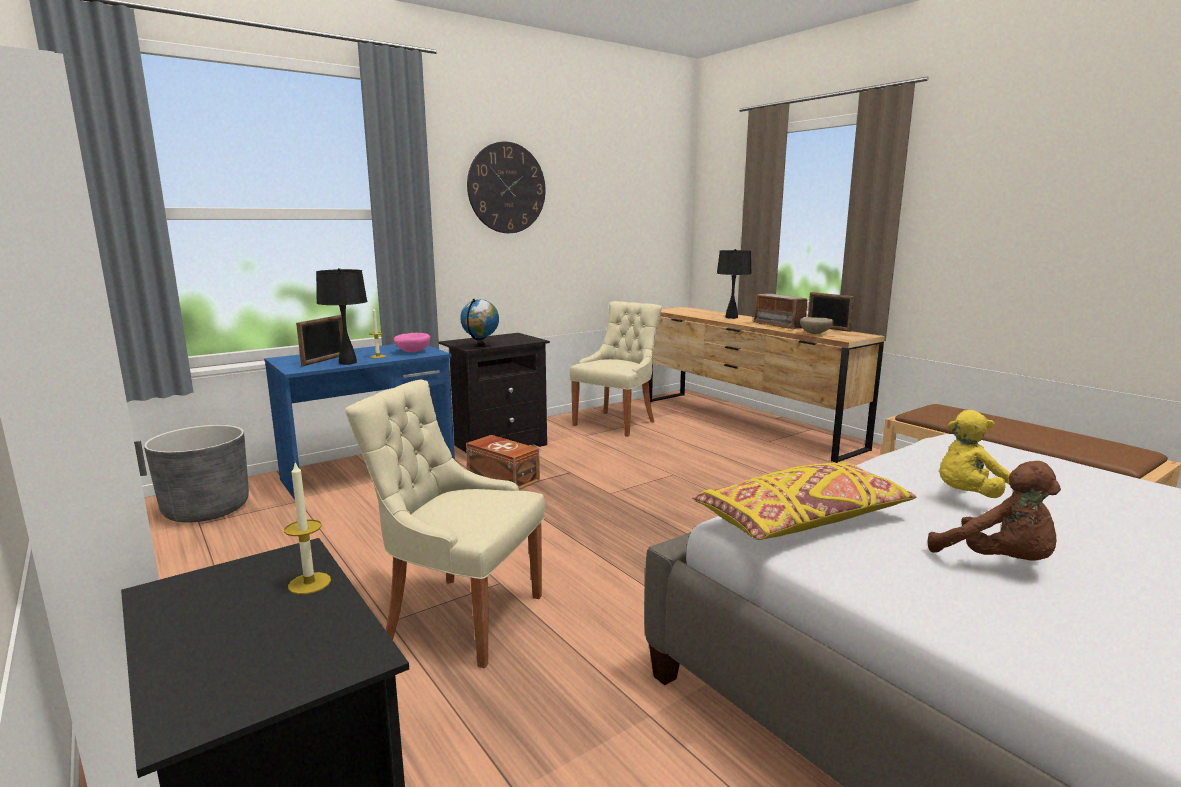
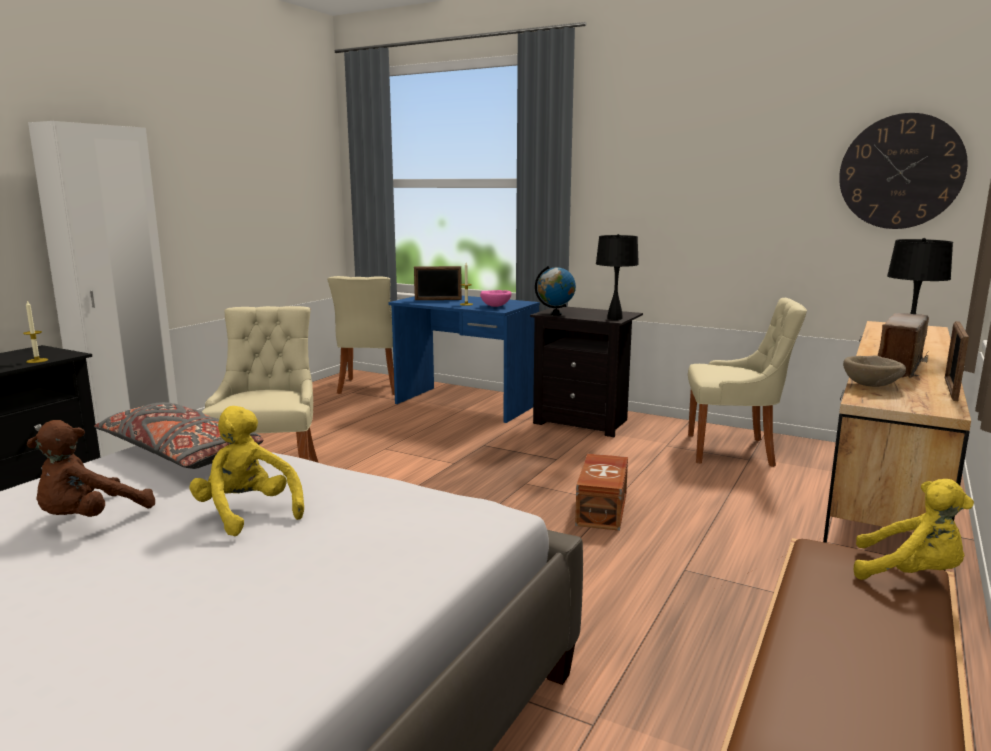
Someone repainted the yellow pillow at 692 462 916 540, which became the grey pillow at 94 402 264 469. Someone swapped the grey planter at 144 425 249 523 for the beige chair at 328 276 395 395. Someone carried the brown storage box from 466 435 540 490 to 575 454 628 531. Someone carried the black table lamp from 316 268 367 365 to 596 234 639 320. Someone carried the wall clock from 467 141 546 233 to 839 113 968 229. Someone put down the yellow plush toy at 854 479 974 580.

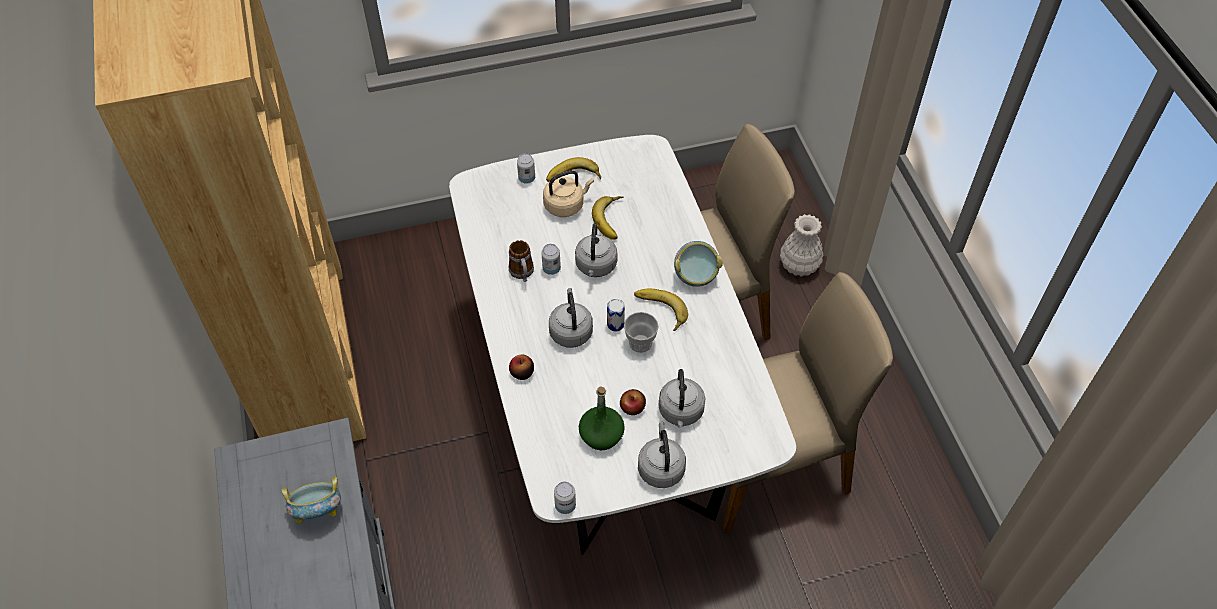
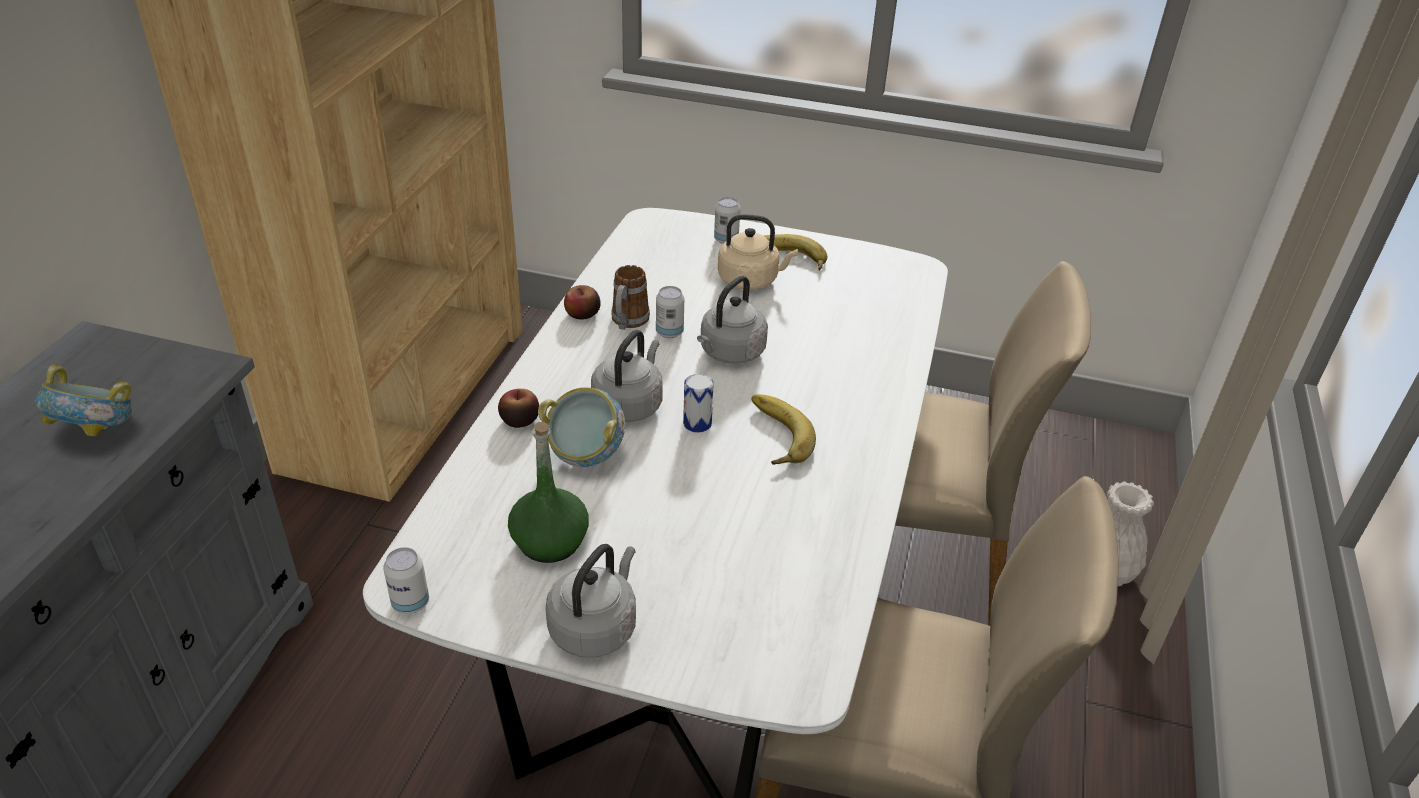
Someone carried the bowl from 674 241 723 287 to 538 387 625 467. Someone carried the apple from 620 389 646 415 to 564 285 601 320. Someone took away the banana at 592 196 623 240. Someone took away the cup at 624 312 659 353. Someone took away the grey kettle at 658 369 705 428.

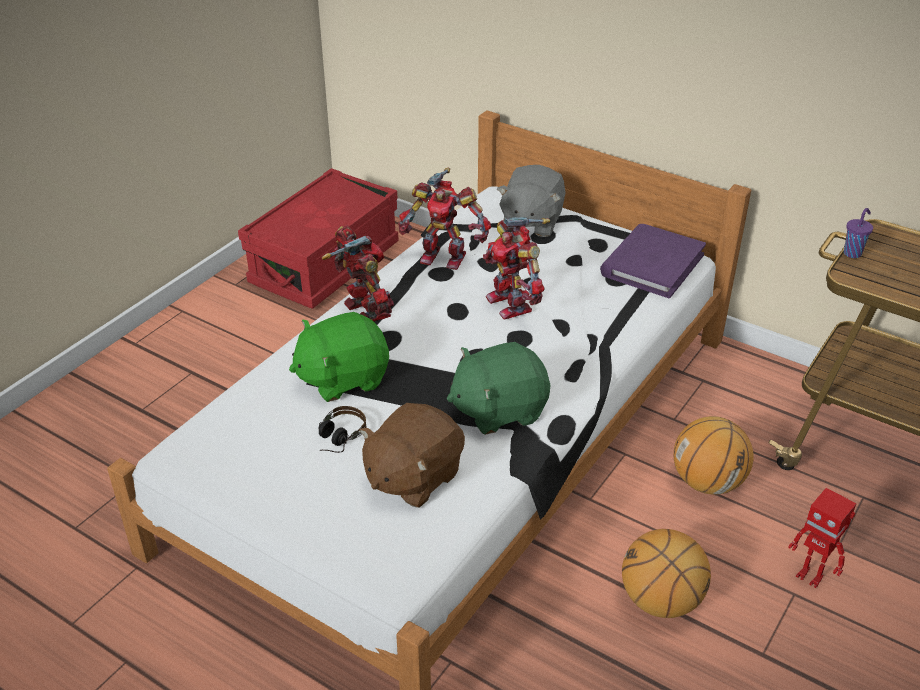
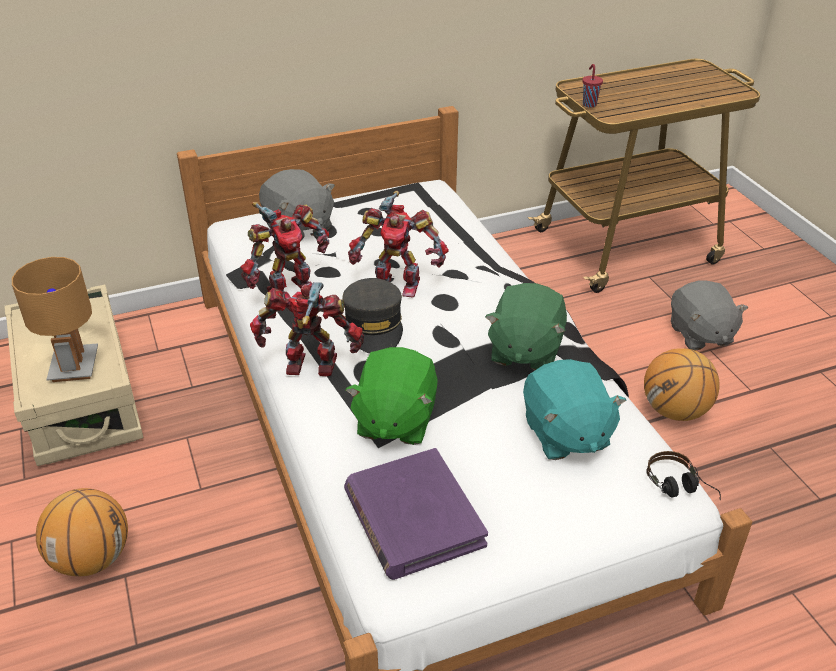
Someone repainted the red storage box at 238 168 398 309, which became the beige storage box at 4 284 143 466. Someone put down the brown table lamp at 12 257 98 382. Someone carried the basketball from 674 416 753 495 to 36 488 128 577. Someone put down the grey cap at 342 278 403 354. Someone carried the purple book from 600 224 706 298 to 344 448 488 580. Someone repainted the brown plush toy at 359 403 465 508, which became the turquoise plush toy at 523 359 626 460. Someone repainted the purple cup at 844 208 873 258, which became the red cup at 582 64 603 107. Someone carried the headphones from 319 406 367 453 to 646 451 721 500. Someone swapped the toy robot at 788 488 856 588 for the grey plush toy at 671 281 748 350.

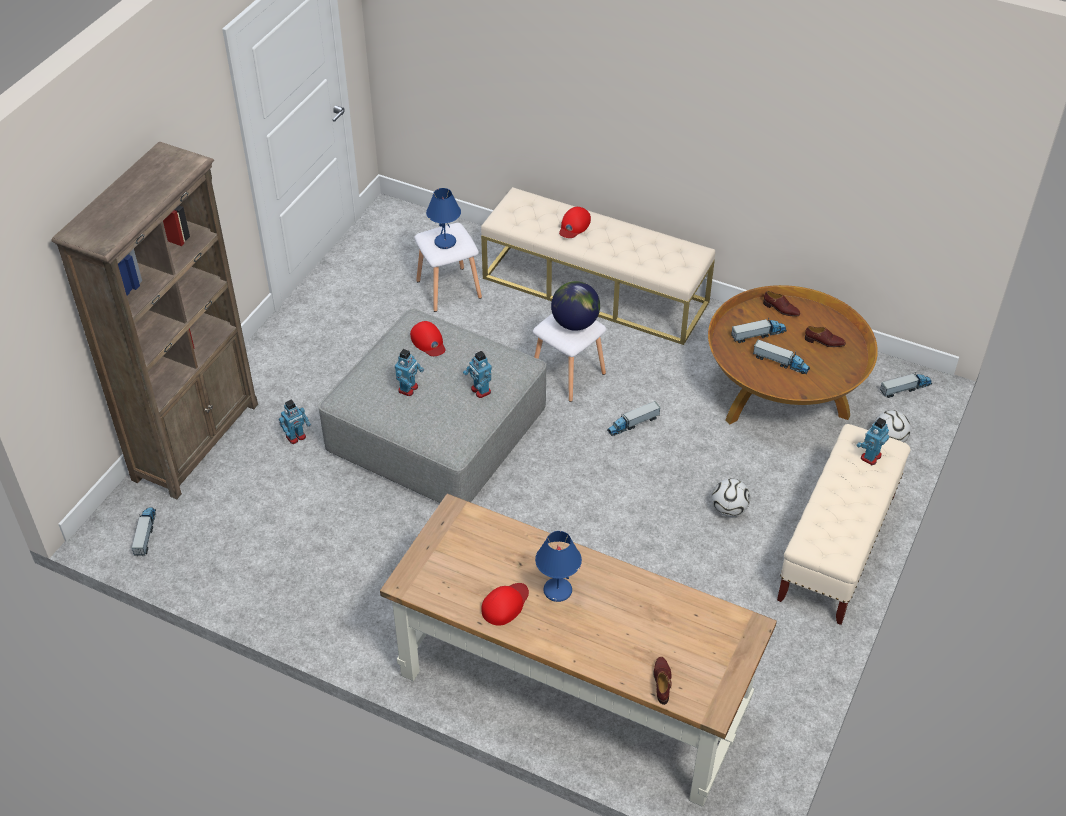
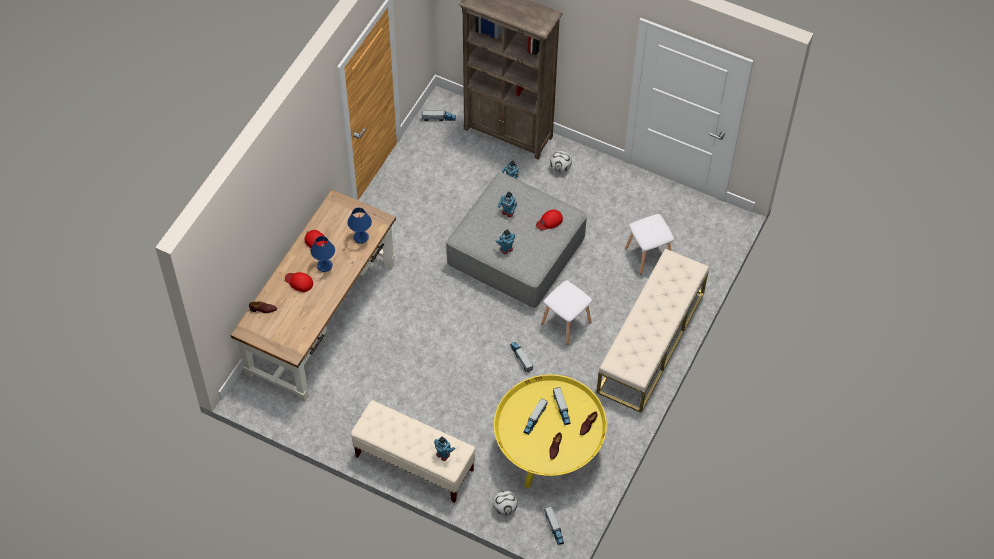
Someone carried the red cap from 559 207 591 238 to 285 272 313 292. Someone carried the blue table lamp from 426 188 461 249 to 347 208 372 244. Someone repainted the brown coffee table at 708 285 878 424, which became the yellow coffee table at 494 374 607 488. Someone carried the football from 712 478 750 517 to 550 150 572 173. Someone took away the globe at 551 281 600 331.

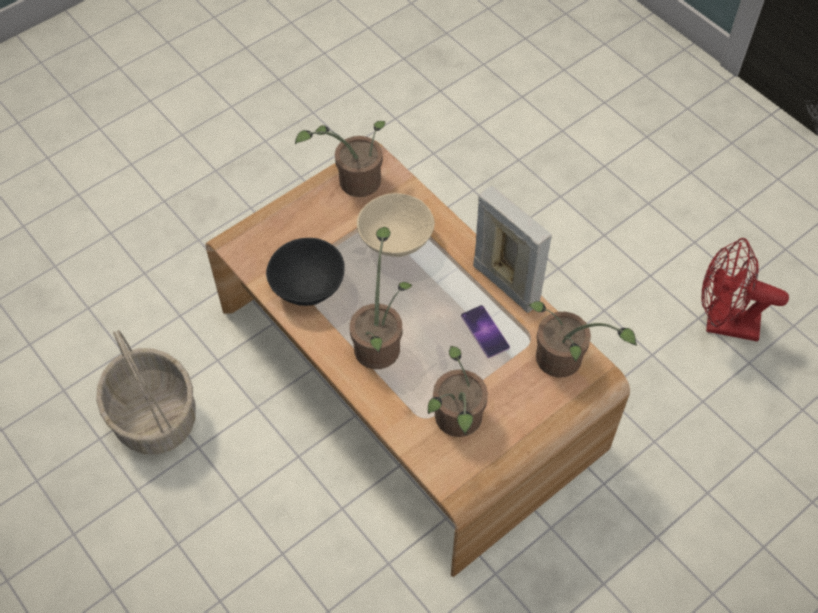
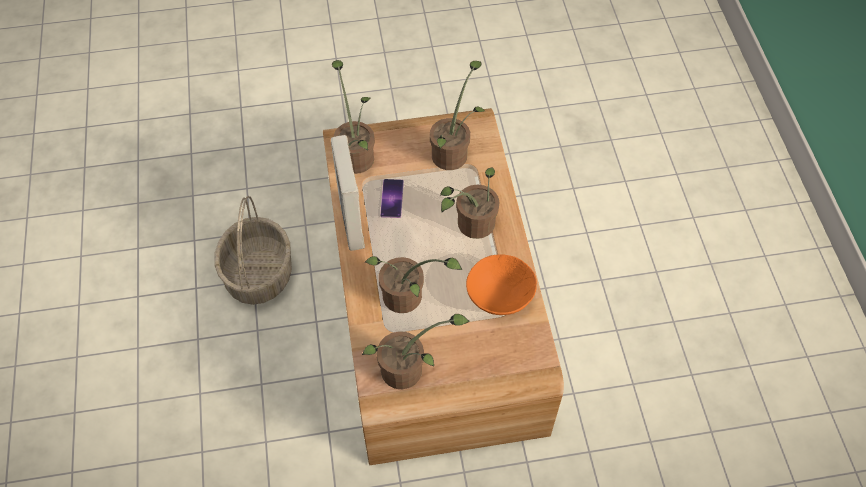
Someone carried the basket from 96 330 196 454 to 214 196 292 305. Someone swapped the beige bowl at 357 193 435 257 for the potted plant at 365 256 462 313. Someone repainted the black bowl at 266 238 345 306, which became the orange bowl at 466 255 537 315. Someone took away the red fan at 701 238 789 341.

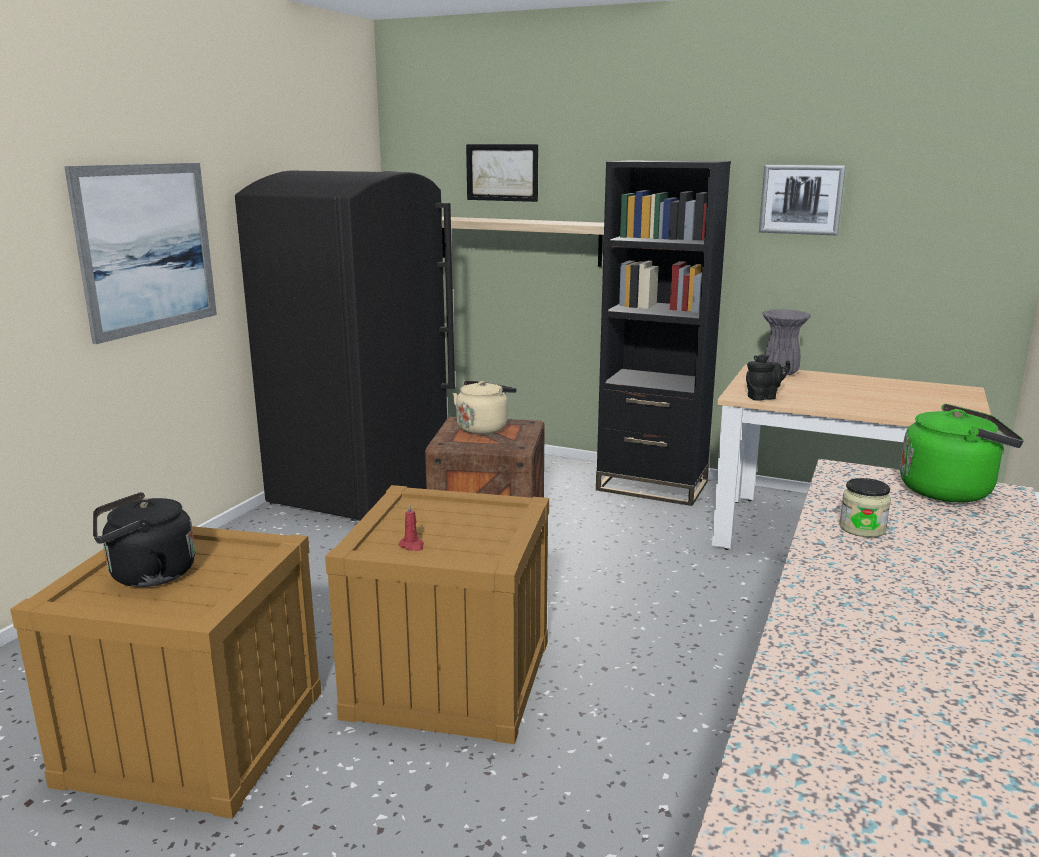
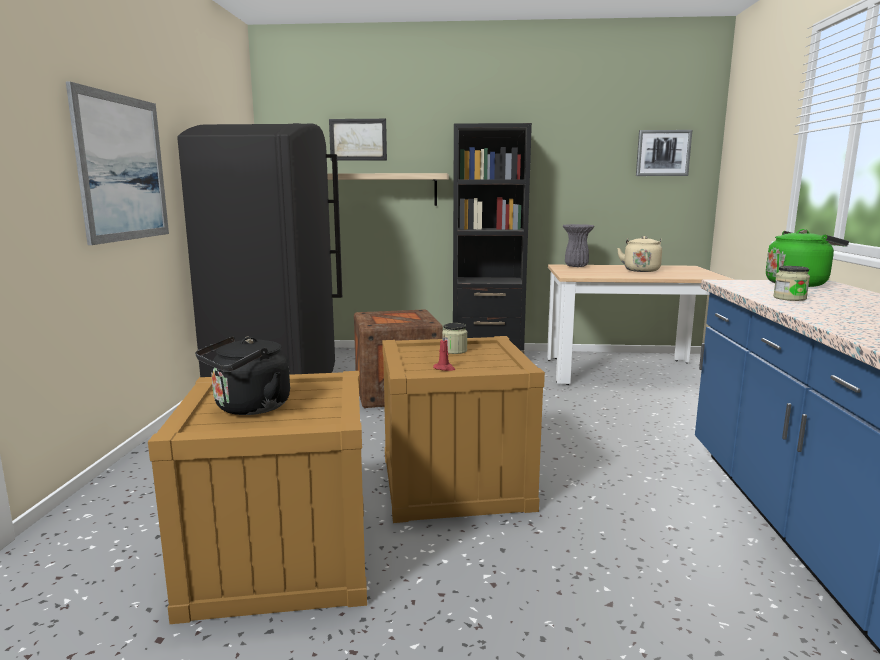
Someone put down the jar at 442 323 467 354. Someone carried the beige kettle from 452 381 517 434 to 617 236 662 272. Someone carried the picture from 759 165 846 235 to 636 130 692 176. Someone took away the black teapot at 746 354 790 400.

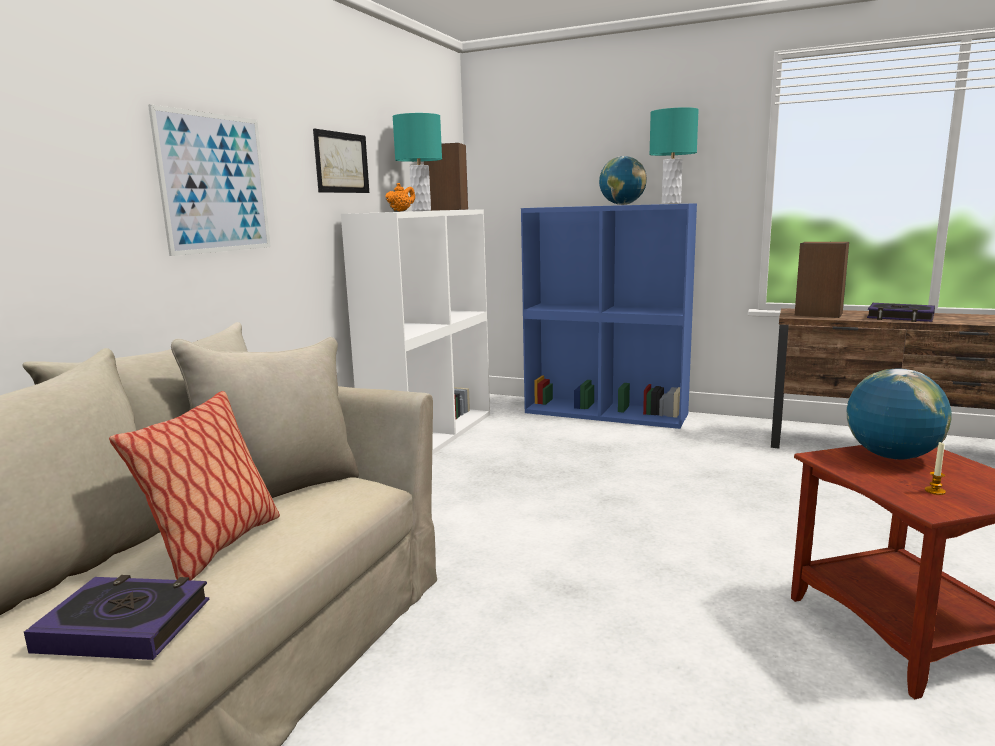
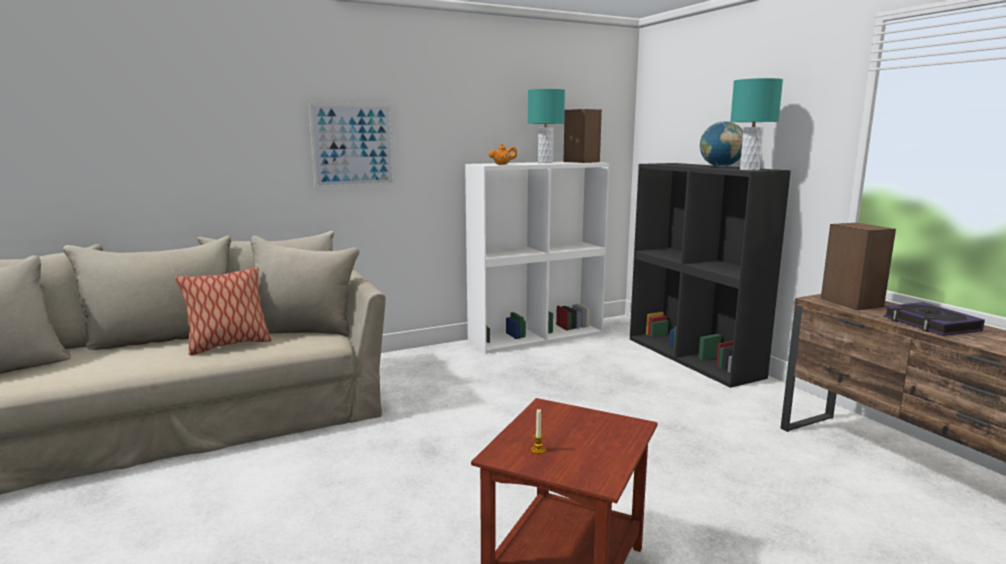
Someone repainted the blue bookcase at 521 203 697 429, which became the black bookcase at 630 163 791 388. Someone took away the book at 24 575 209 660. Someone took away the picture at 313 129 369 193. Someone took away the globe at 847 368 952 459.

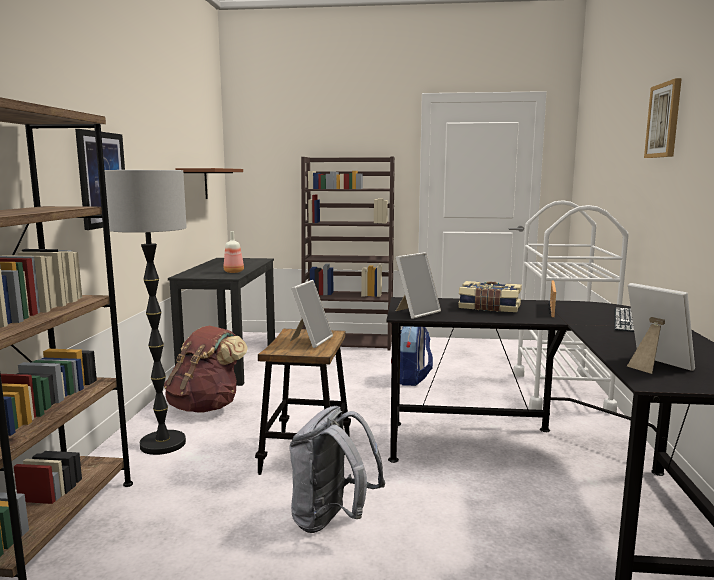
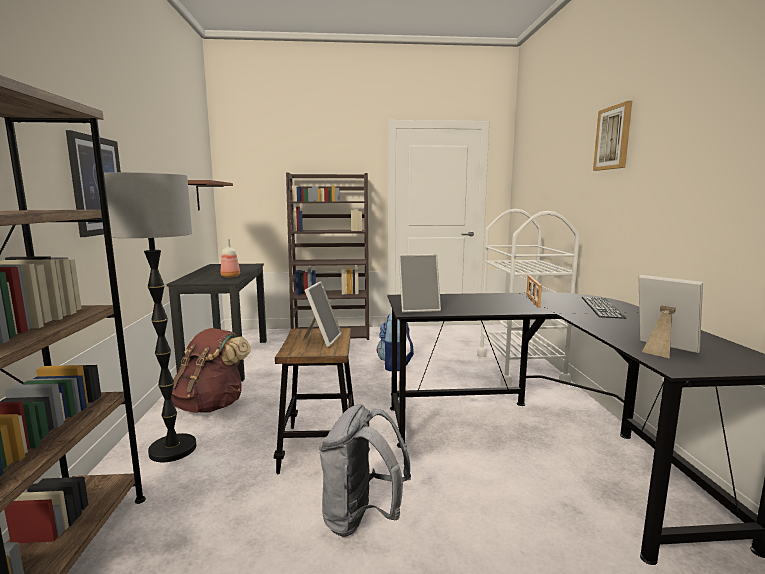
Someone rotated the picture frame at 396 252 441 319 by 45 degrees clockwise. Someone took away the book at 458 281 522 312.

